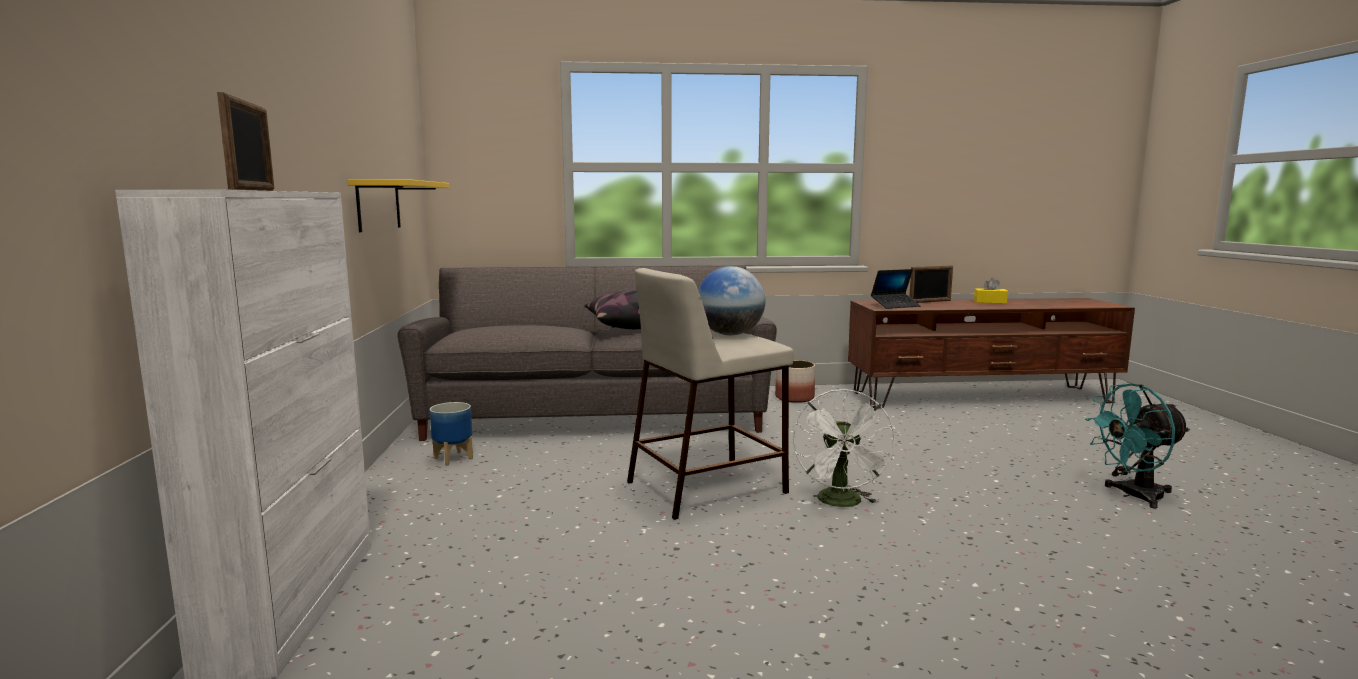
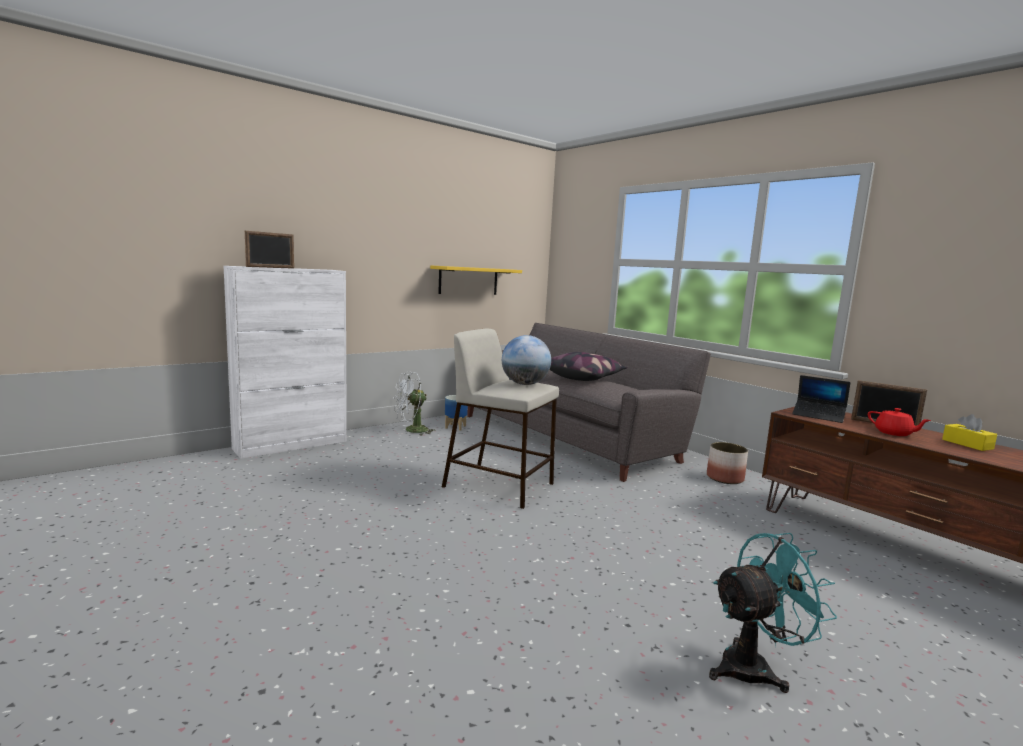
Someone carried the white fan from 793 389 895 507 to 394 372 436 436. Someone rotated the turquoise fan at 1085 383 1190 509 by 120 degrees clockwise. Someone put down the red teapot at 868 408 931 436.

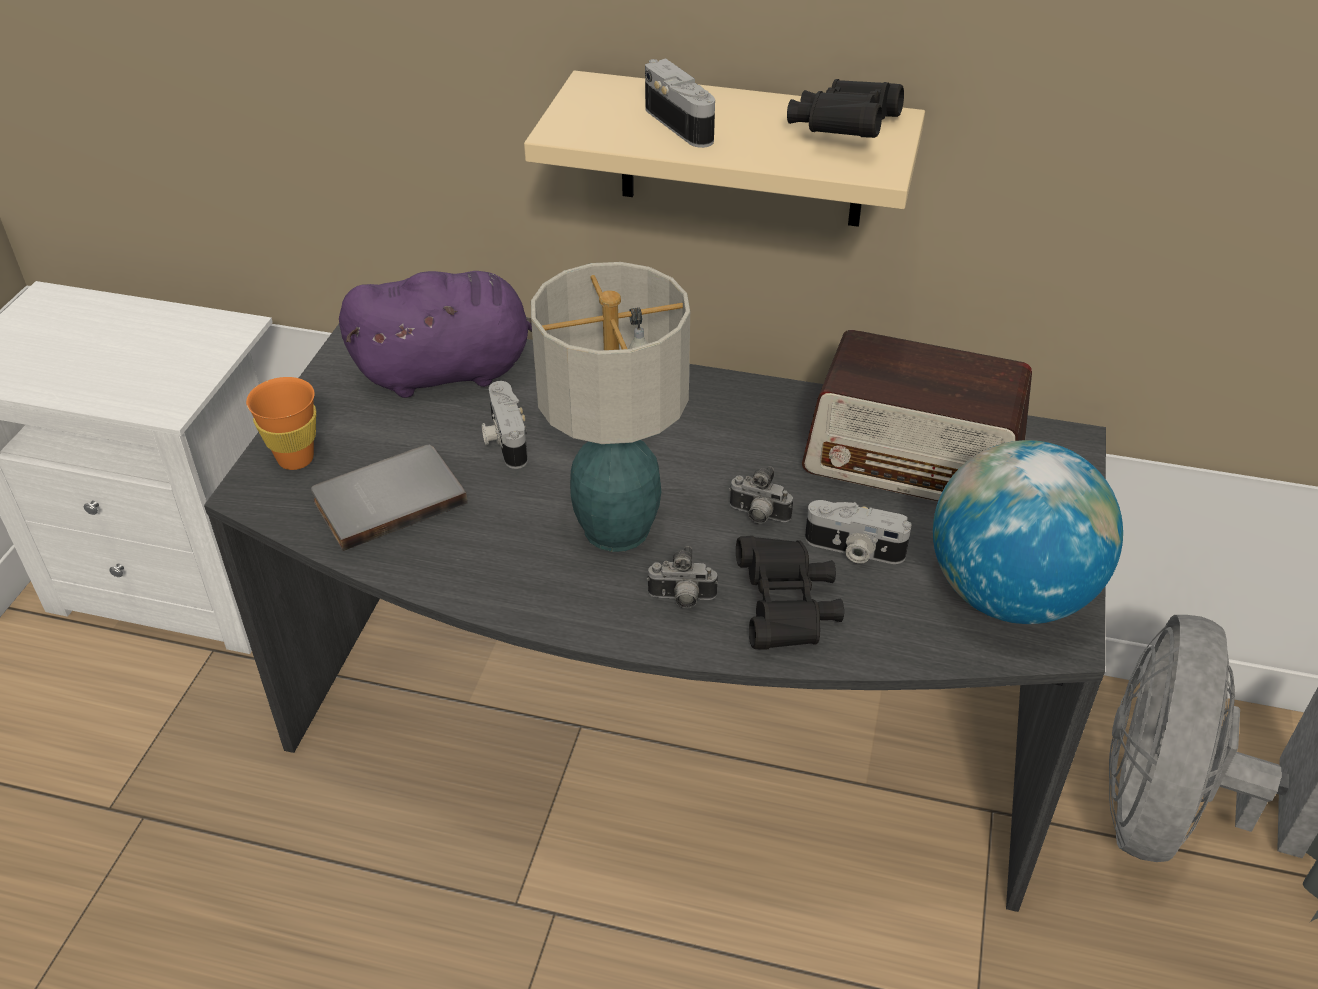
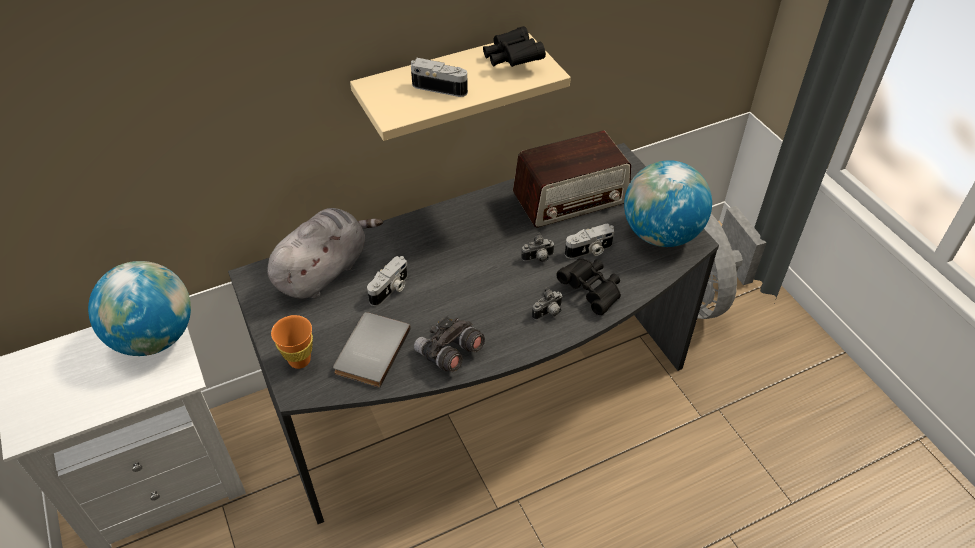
Someone put down the globe at 88 261 191 356. Someone repainted the purple plush toy at 339 271 532 398, which became the grey plush toy at 267 208 383 299. Someone rotated the photo camera at 481 381 528 469 by 90 degrees counterclockwise. Someone put down the grey binoculars at 414 317 485 372. Someone took away the table lamp at 531 262 690 552.

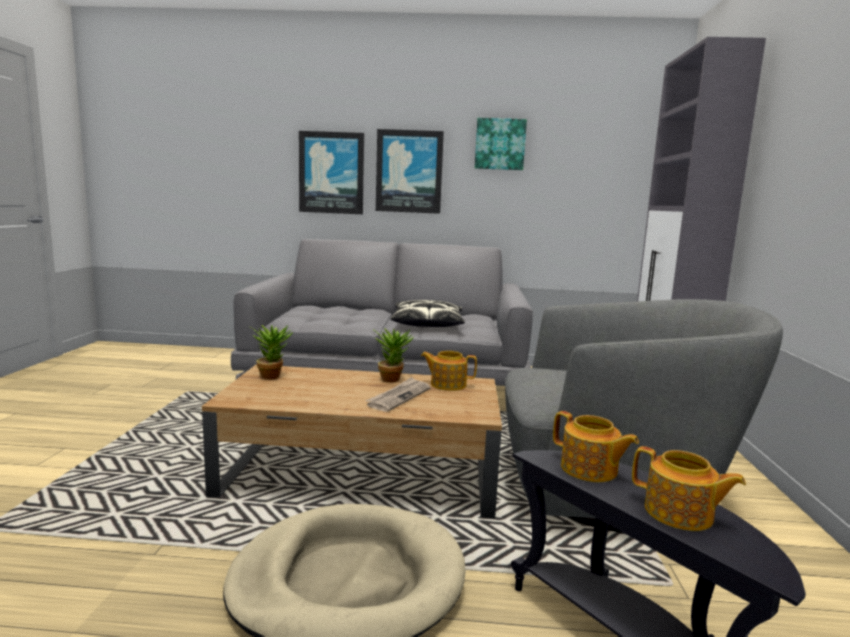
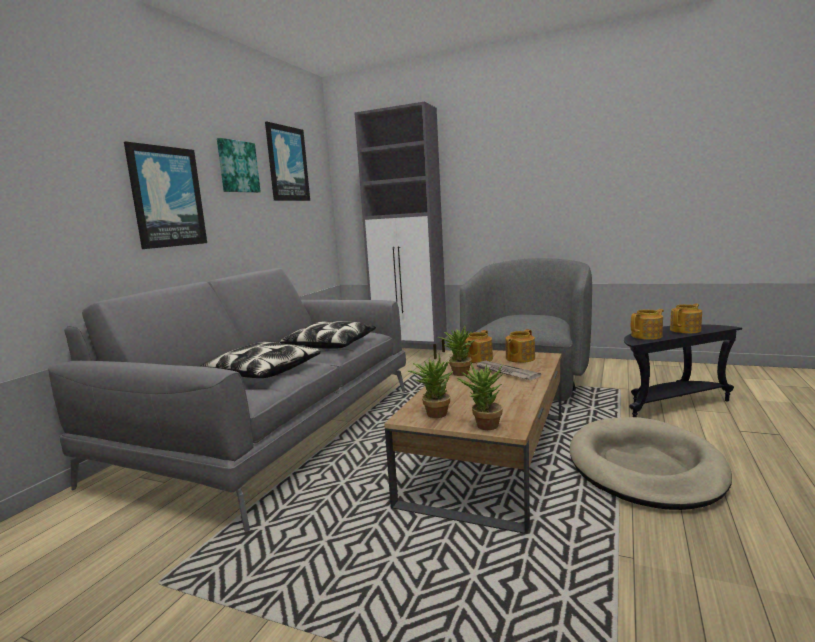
Someone put down the pillow at 200 341 321 378. Someone carried the picture from 299 131 364 214 to 265 122 310 201. Someone put down the potted plant at 457 362 504 430. Someone put down the teapot at 505 329 535 363.

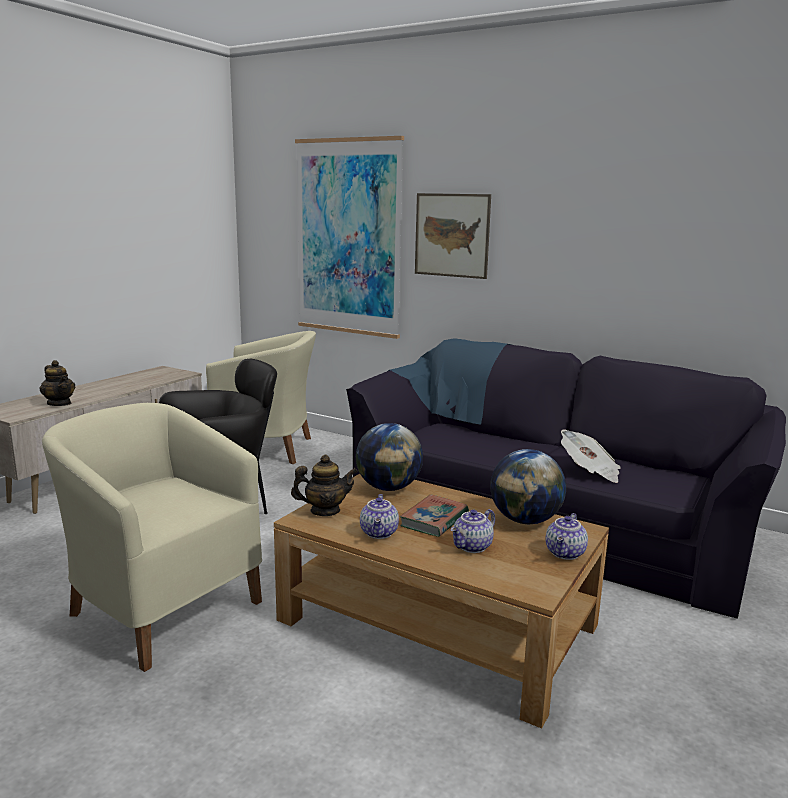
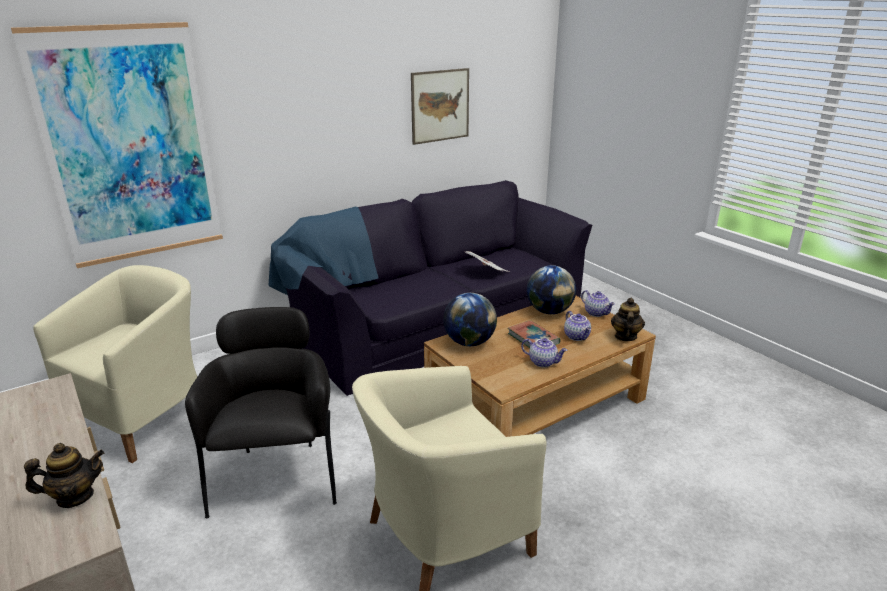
Someone carried the picture from 415 193 491 279 to 411 68 469 145. Someone carried the teapot from 291 455 358 516 to 611 298 645 341.

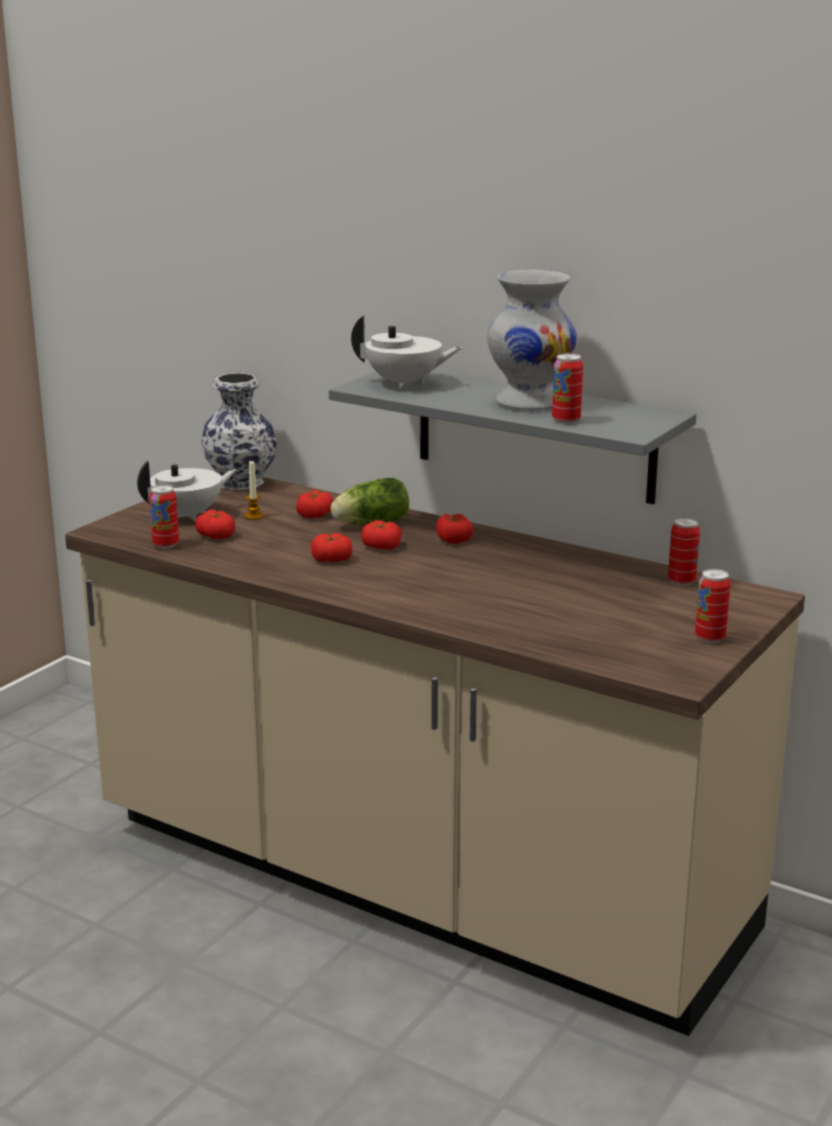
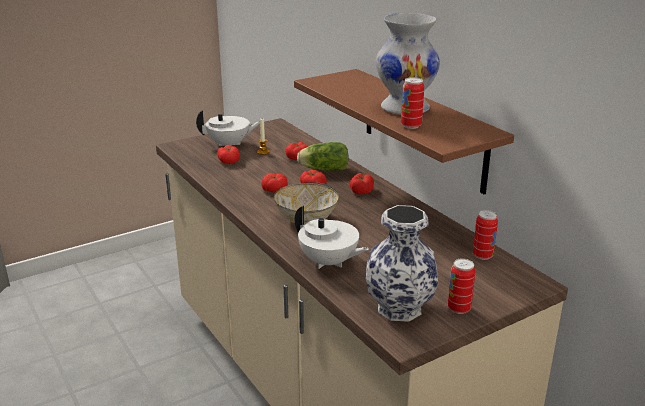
Someone put down the bowl at 274 182 339 225. Someone repainted the grey shelf at 329 371 696 504, which became the brown shelf at 294 69 514 194. Someone carried the white teapot from 351 316 463 389 to 295 206 369 269. Someone carried the vase from 201 373 277 490 to 366 205 438 322. Someone took away the can at 149 485 179 549.

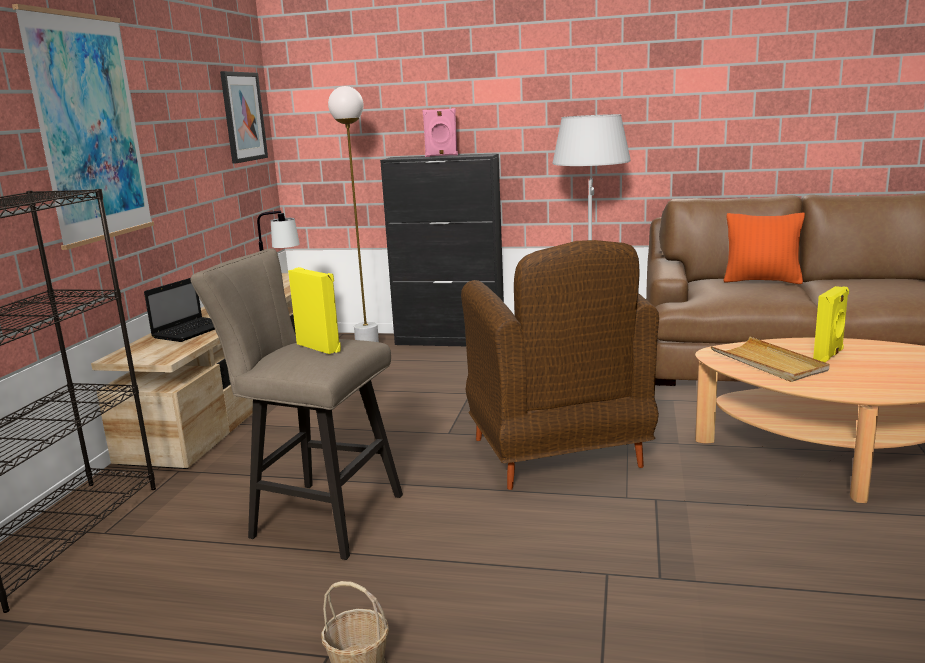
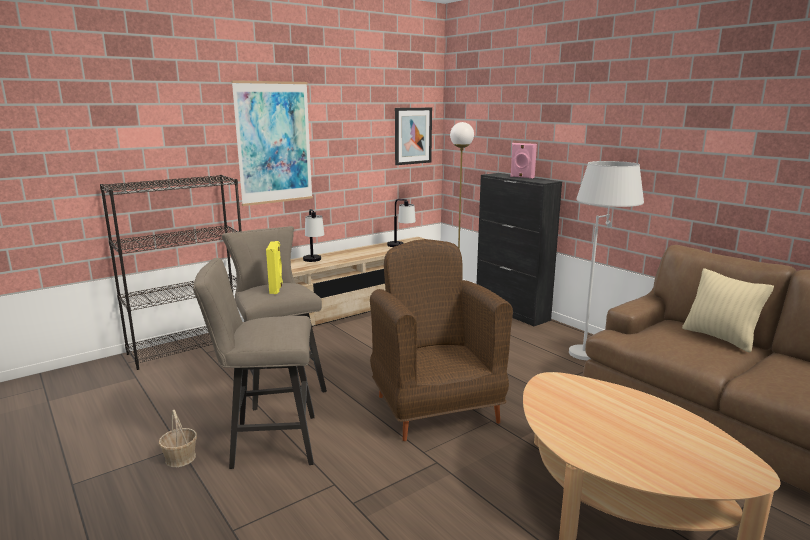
Someone put down the beige stool at 193 258 315 469. Someone swapped the laptop at 144 278 215 342 for the table lamp at 303 209 324 262. Someone rotated the brown armchair at 461 240 659 490 by 135 degrees clockwise. Someone repainted the orange pillow at 723 213 805 284, which became the beige pillow at 682 268 774 352. Someone took away the beige tray at 711 337 830 382. Someone took away the yellow speaker at 813 286 849 362.

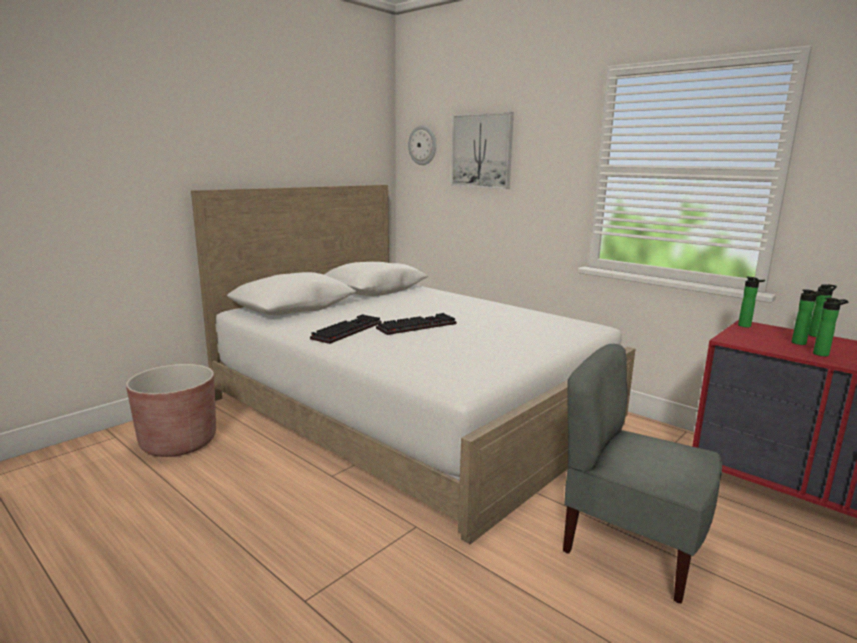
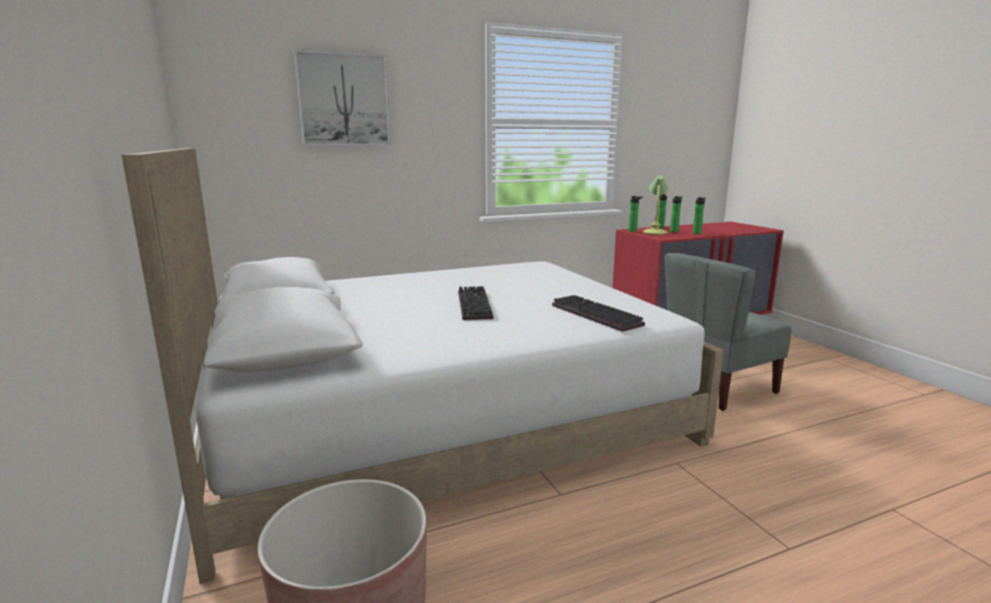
Someone carried the keyboard from 310 314 382 344 to 552 295 645 332. Someone put down the table lamp at 643 175 668 235. Someone took away the wall clock at 408 125 436 165.

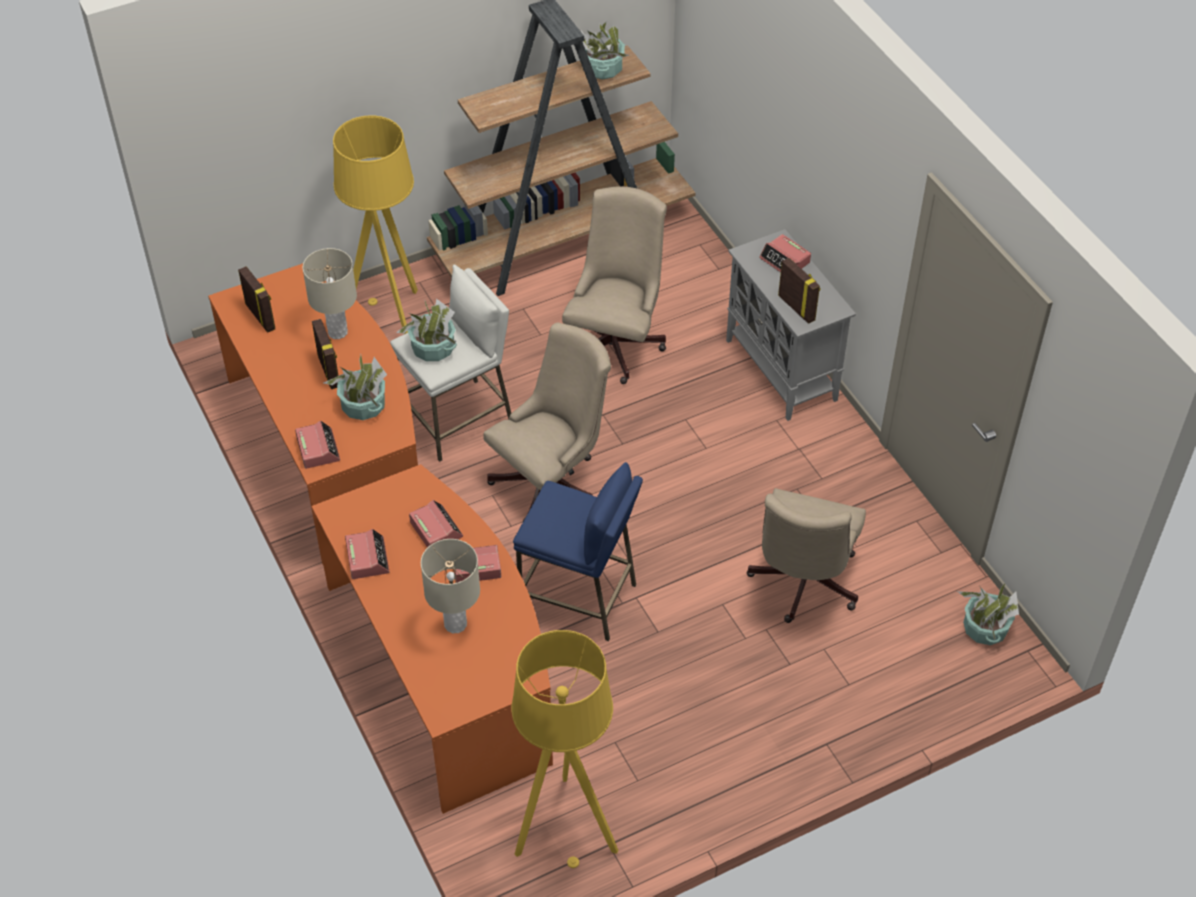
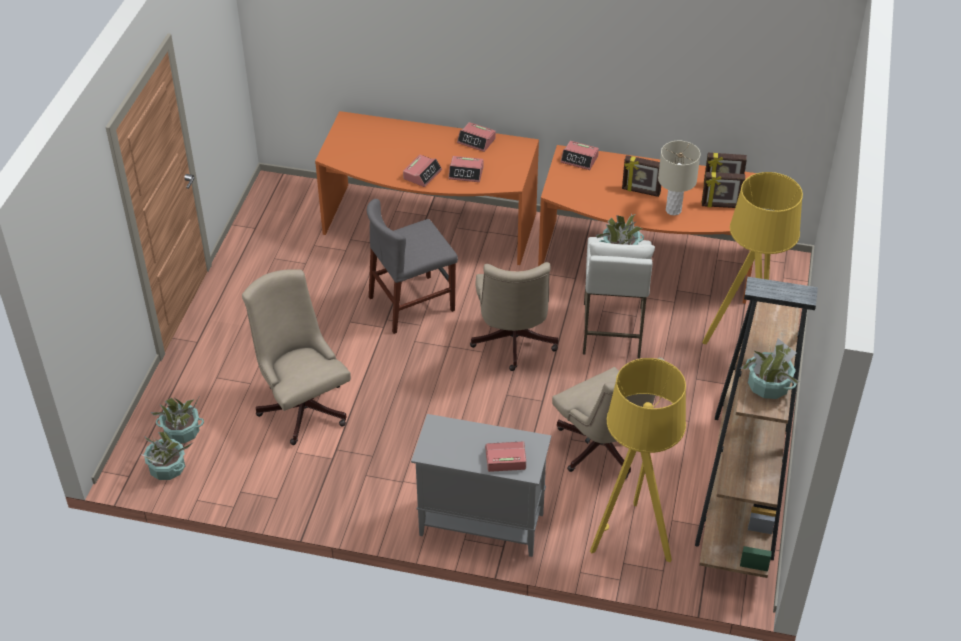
Someone carried the potted plant from 323 355 387 420 to 151 397 204 443. Someone swapped the blue stool at 513 462 643 641 for the grey chair at 367 199 458 334. Someone carried the yellow floor lamp from 511 630 618 868 to 590 358 686 562. Someone carried the picture frame from 778 258 821 324 to 702 172 745 208. Someone took away the beige table lamp at 421 539 480 633.

